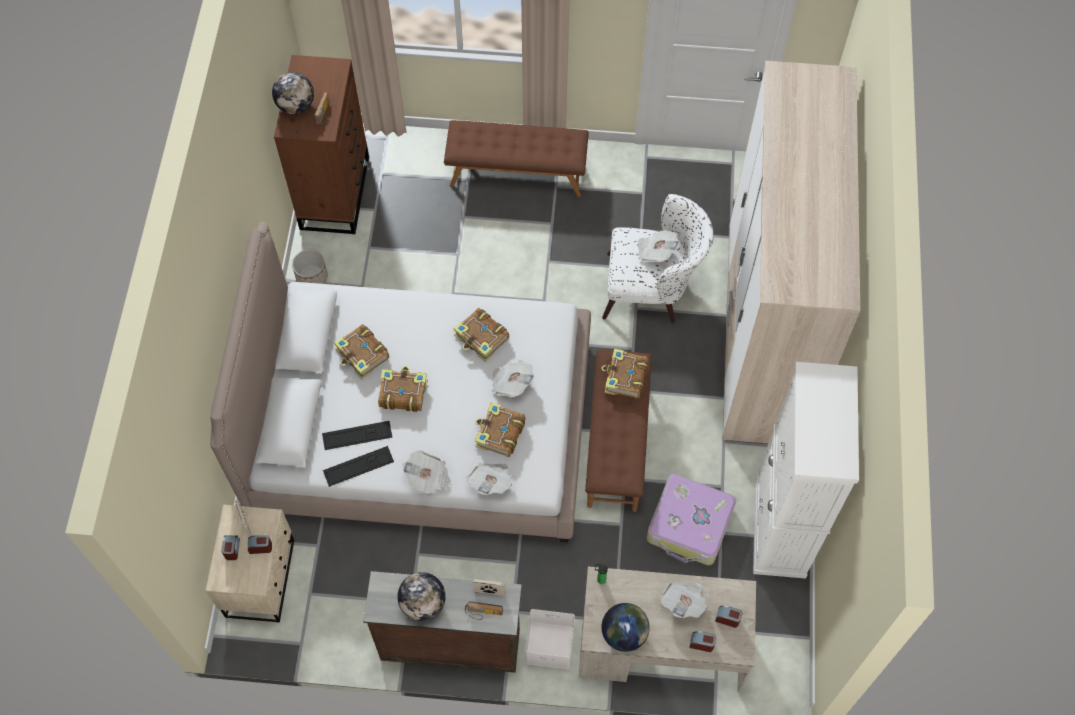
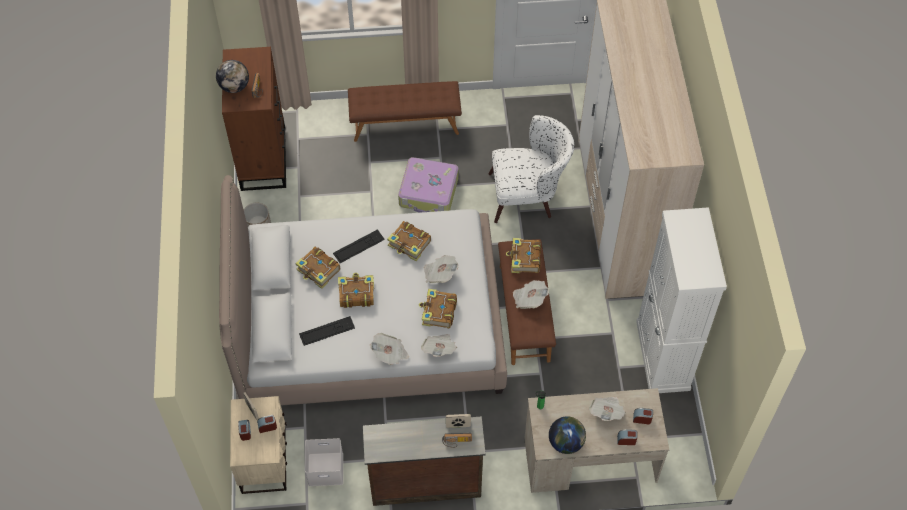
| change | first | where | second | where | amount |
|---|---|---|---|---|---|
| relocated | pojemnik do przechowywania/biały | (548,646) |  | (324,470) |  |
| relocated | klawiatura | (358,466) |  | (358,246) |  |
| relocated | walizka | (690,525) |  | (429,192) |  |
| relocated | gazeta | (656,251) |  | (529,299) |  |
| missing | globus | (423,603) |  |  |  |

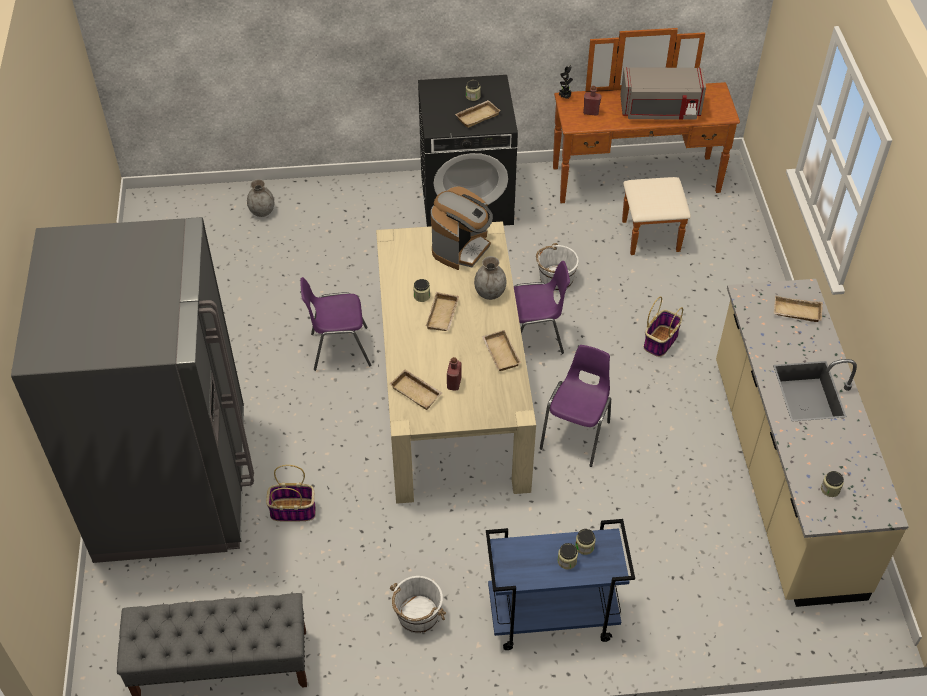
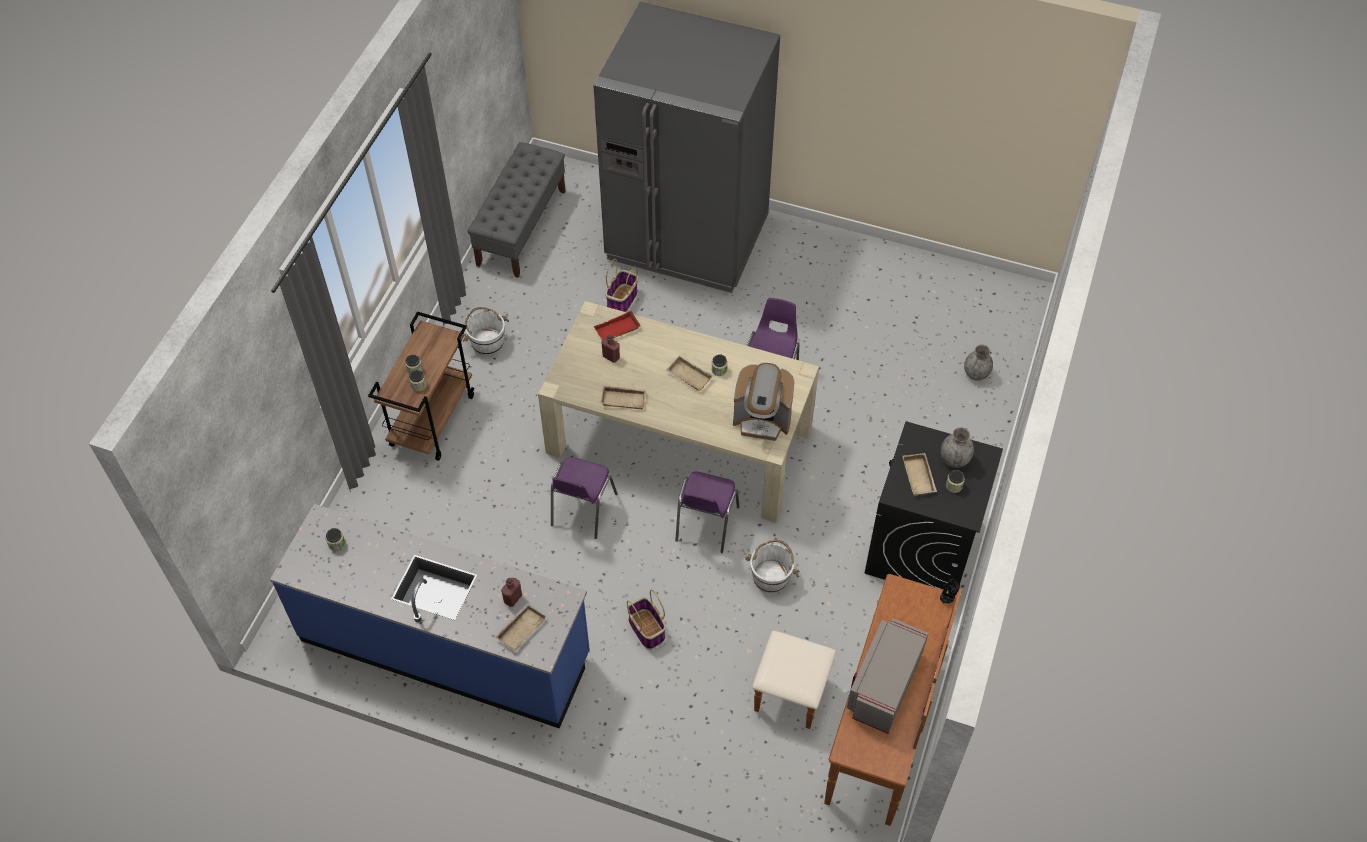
| change | first | where | second | where | amount |
|---|---|---|---|---|---|
| colour | zabudowa kuchenna/beżowy | (783,476) | zabudowa kuchenna/niebieski | (445,647) |  |
| colour | wózek/niebieski | (551,618) | wózek/brązowy | (432,419) |  |
| relocated | butelka/czerwony | (591,112) |  | (513,598) |  |
| spun | krzesło/fioletowy | (577,434) |  | (582,511) | 60 degrees clockwise |
| colour | taca/beżowy | (417,392) | taca/czerwony | (617,330) |  |
| spun | ekspres do kawy | (461,248) |  | (762,419) | 45 degrees counterclockwise |
| relocated | wazon/szary | (490,293) |  | (954,459) |  |

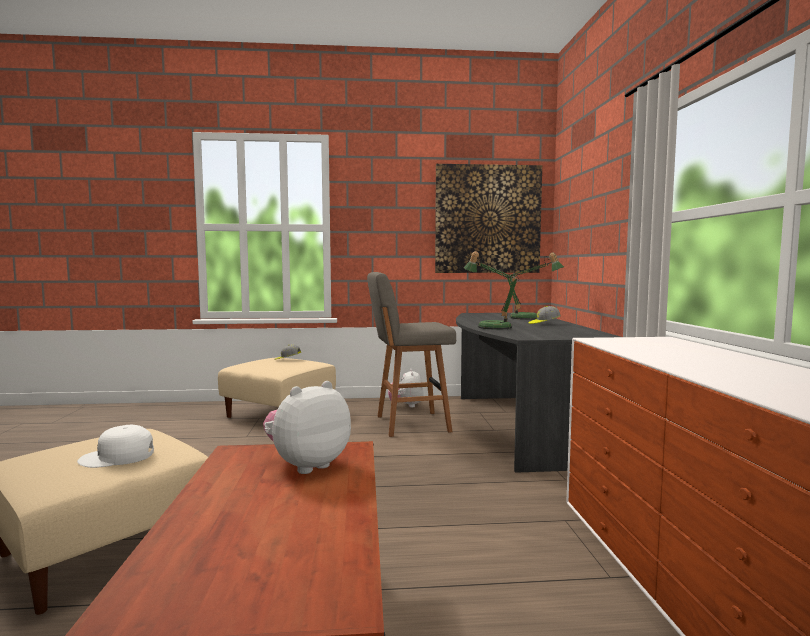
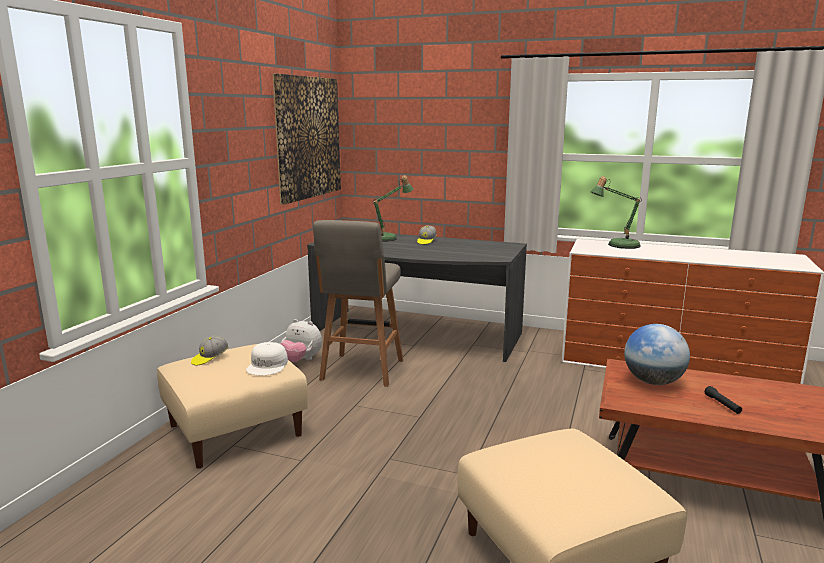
| change | first | where | second | where | amount |
|---|---|---|---|---|---|
| relocated | czapka z daszkiem/biały | (118,457) |  | (268,365) |  |
| relocated | lampa stołowa | (490,326) |  | (618,245) |  |
| exchanged | pluszak | (307,465) | globus | (653,382) |  |
| appeared |  |  | latarka/czarny | (722,405) |  |

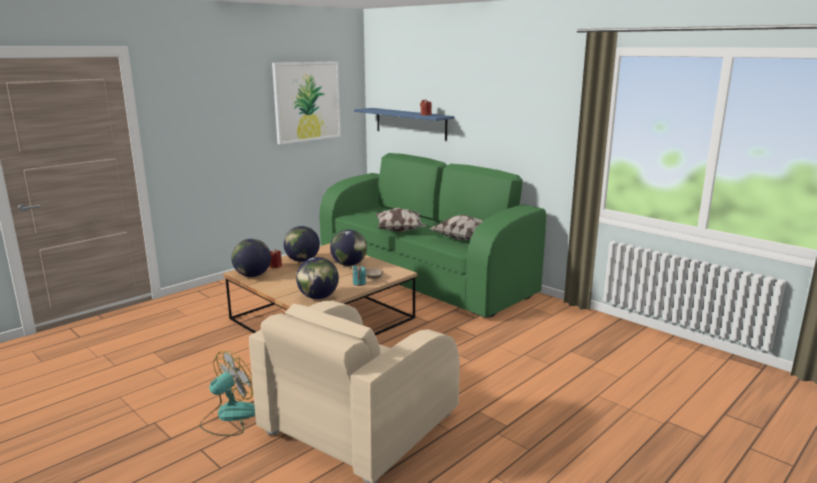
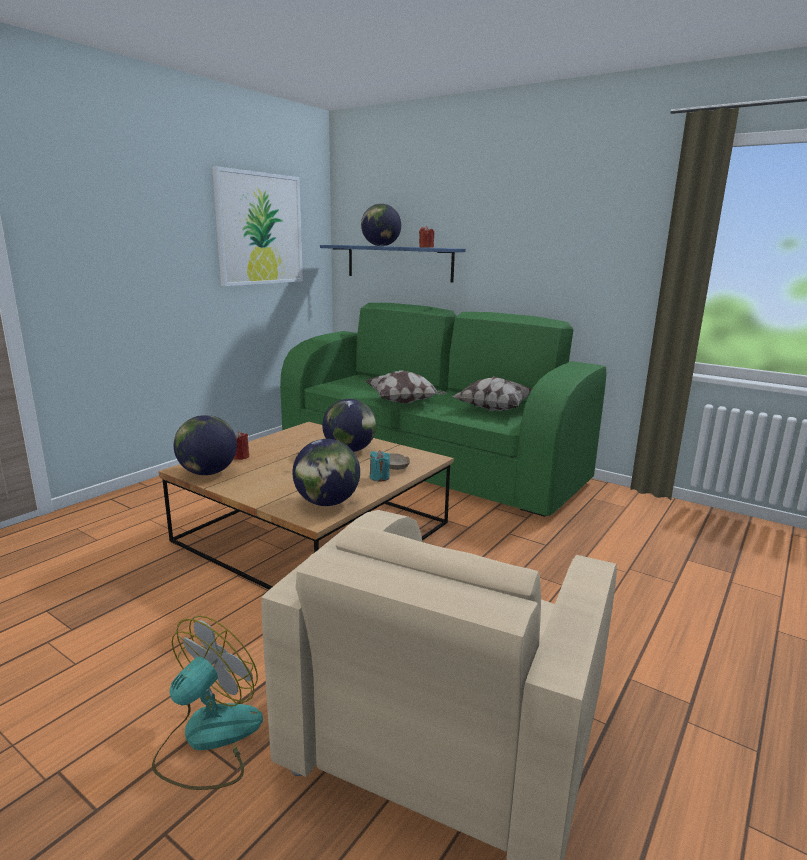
| change | first | where | second | where | amount |
|---|---|---|---|---|---|
| relocated | globus | (302,260) |  | (380,246) |  |

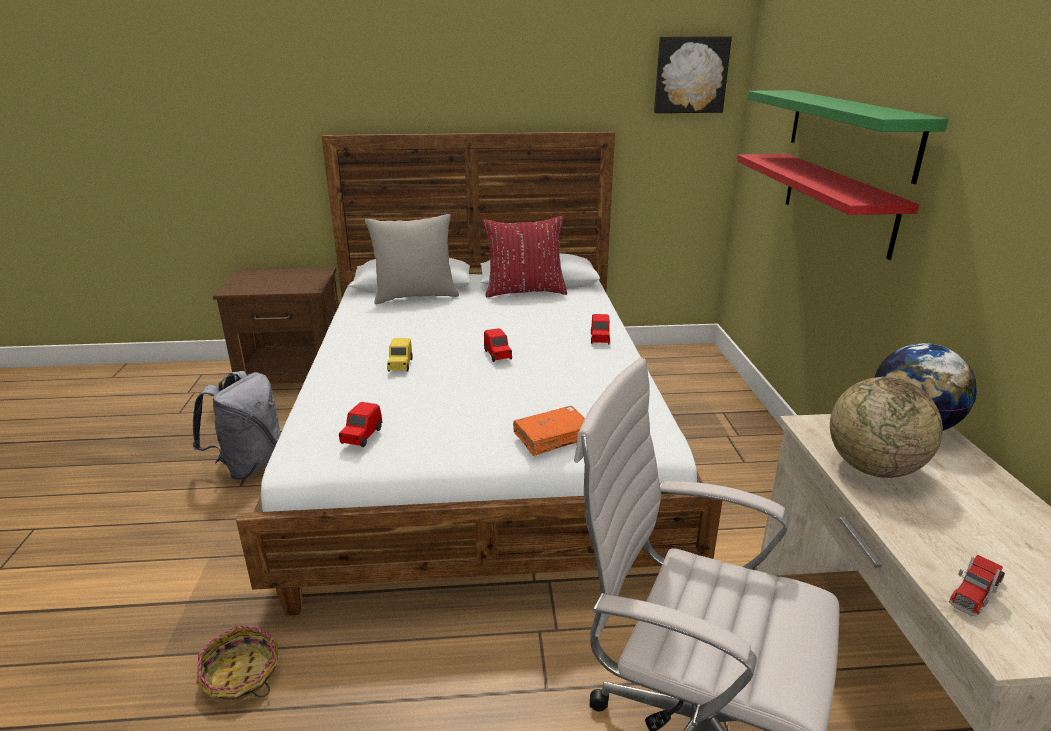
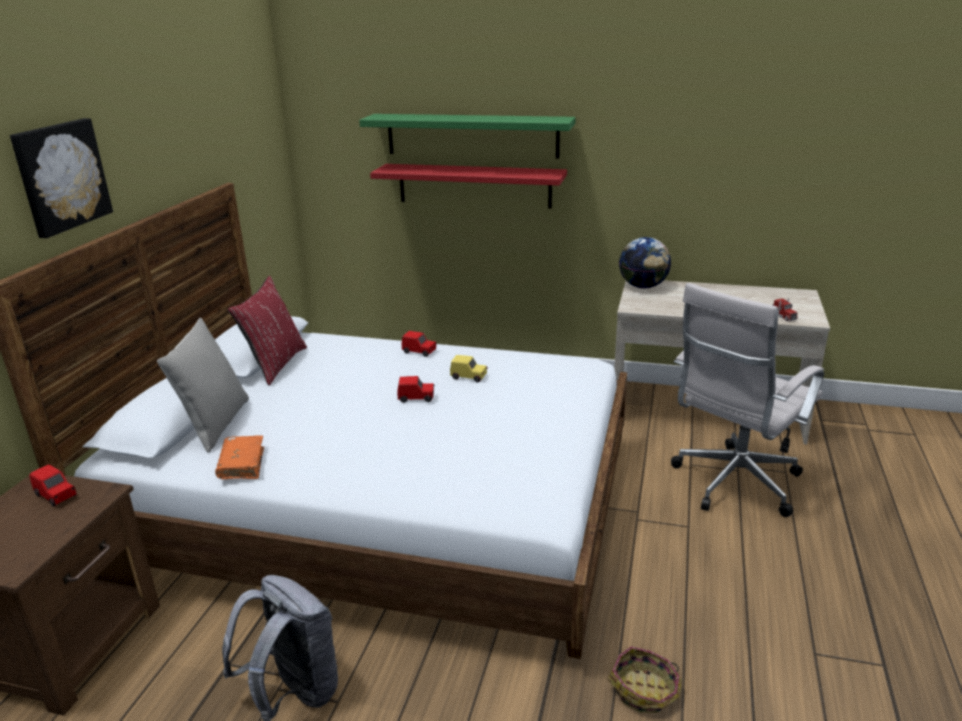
| change | first | where | second | where | amount |
|---|---|---|---|---|---|
| relocated | obraz | (690,75) |  | (61,176) |  |
| relocated | samochodzik/czerwony | (361,436) |  | (56,496) |  |
| relocated | książka/pomarańczowy | (552,437) |  | (242,464) |  |
| relocated | samochodzik/żółty | (400,365) |  | (469,377) |  |
| missing | globus | (873,468) |  |  |  |

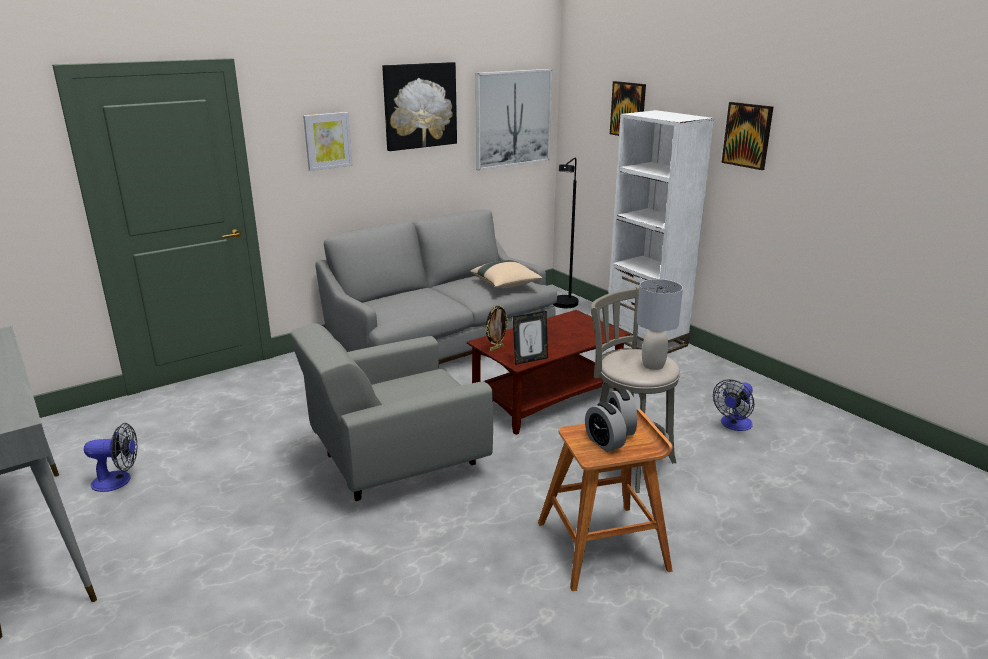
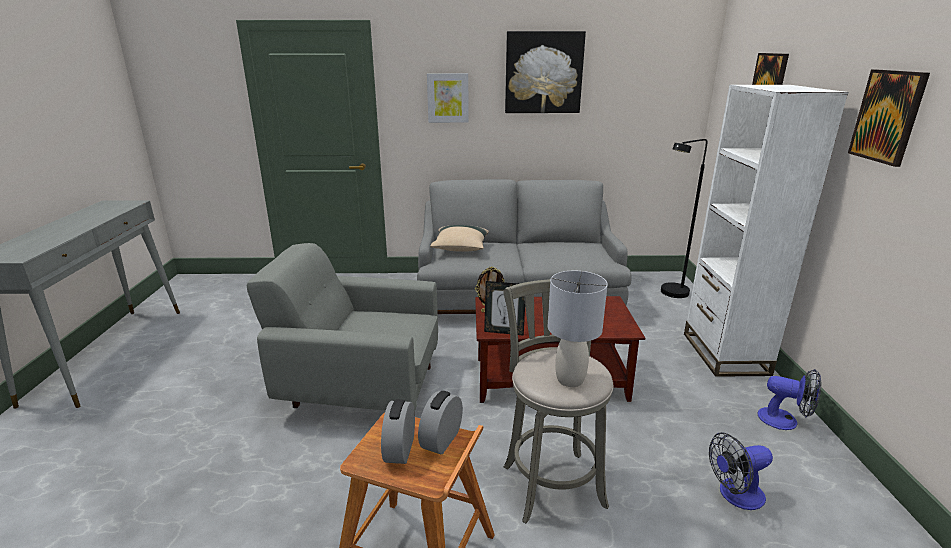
| change | first | where | second | where | amount |
|---|---|---|---|---|---|
| relocated | poduszka/beżowy | (506,285) |  | (460,249) |  |
| relocated | wentylator | (118,481) |  | (785,420) |  |
| missing | obraz | (513,118) |  |  |  |

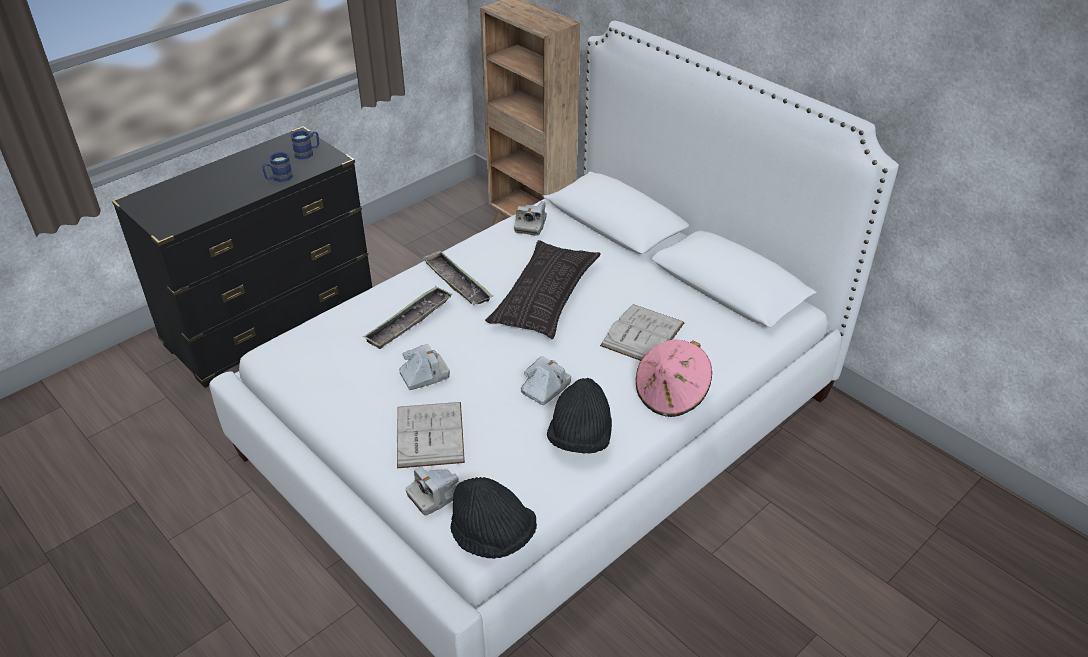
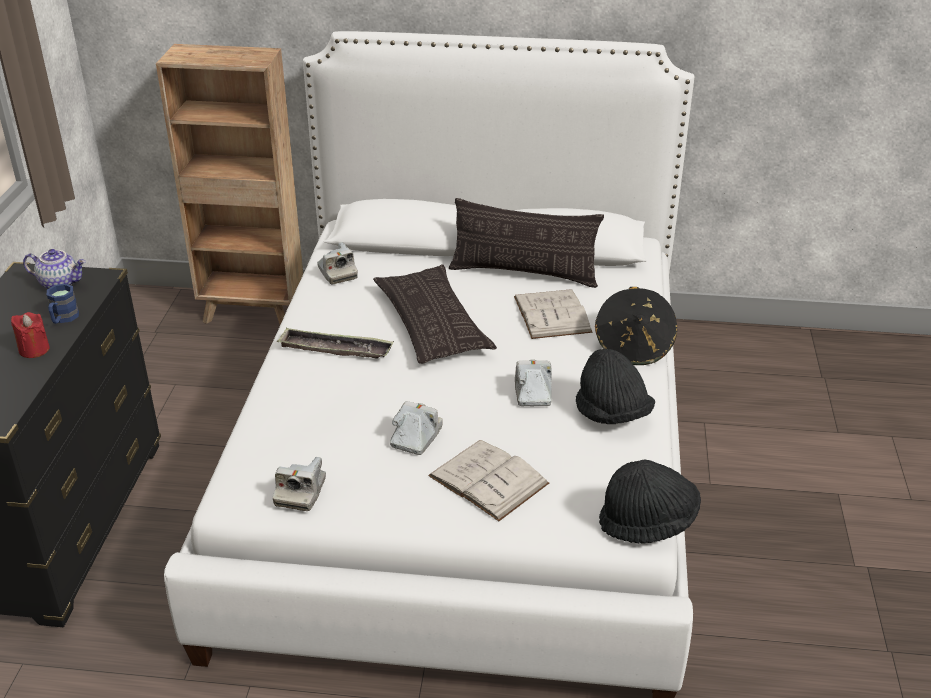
| change | first | where | second | where | amount |
|---|---|---|---|---|---|
| appeared |  |  | świeca/czerwony | (34,349) |  |
| exchanged | kubek/niebieski | (307,153) | imbryk | (60,283) |  |
| relocated | aparat fotograficzny | (436,495) |  | (300,492) |  |
| appeared |  |  | poduszka | (524,273) |  |
| colour | kapelusz/różowy | (671,395) | kapelusz/czarny | (634,347) |  |
| missing | taca | (409,321) |  |  |  |

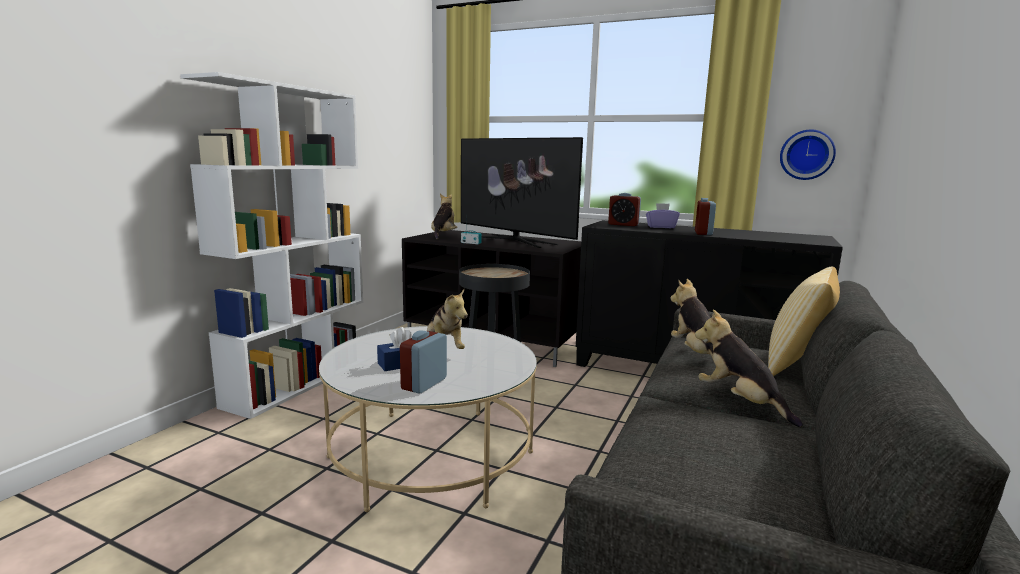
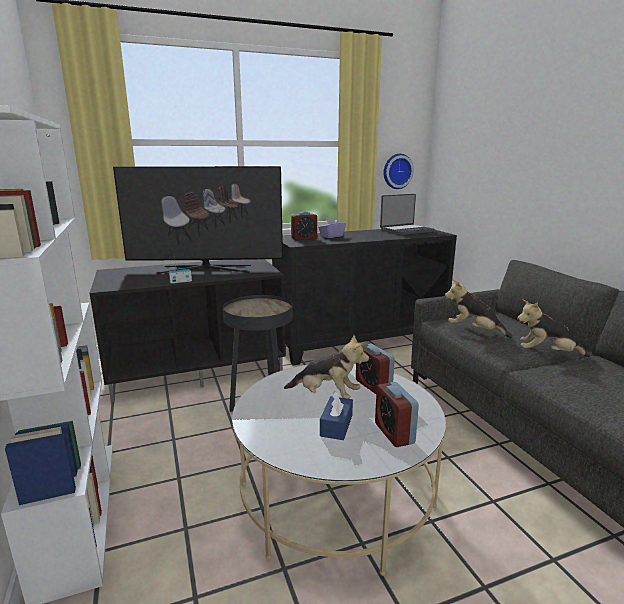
| change | first | where | second | where | amount |
|---|---|---|---|---|---|
| relocated | budzik | (703,233) |  | (373,386) |  |
| appeared |  |  | laptop | (406,230) |  |
| missing | pluszak | (443,235) |  |  |  |
| missing | poduszka | (796,366) |  |  |  |

